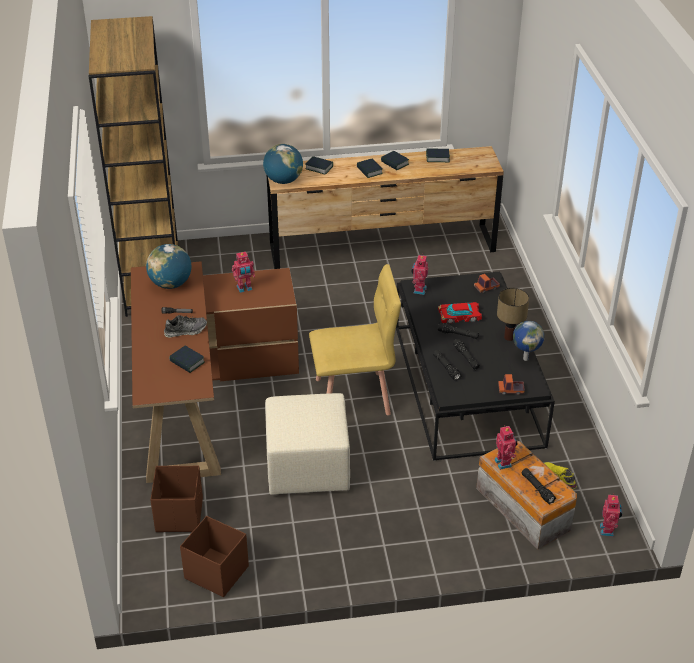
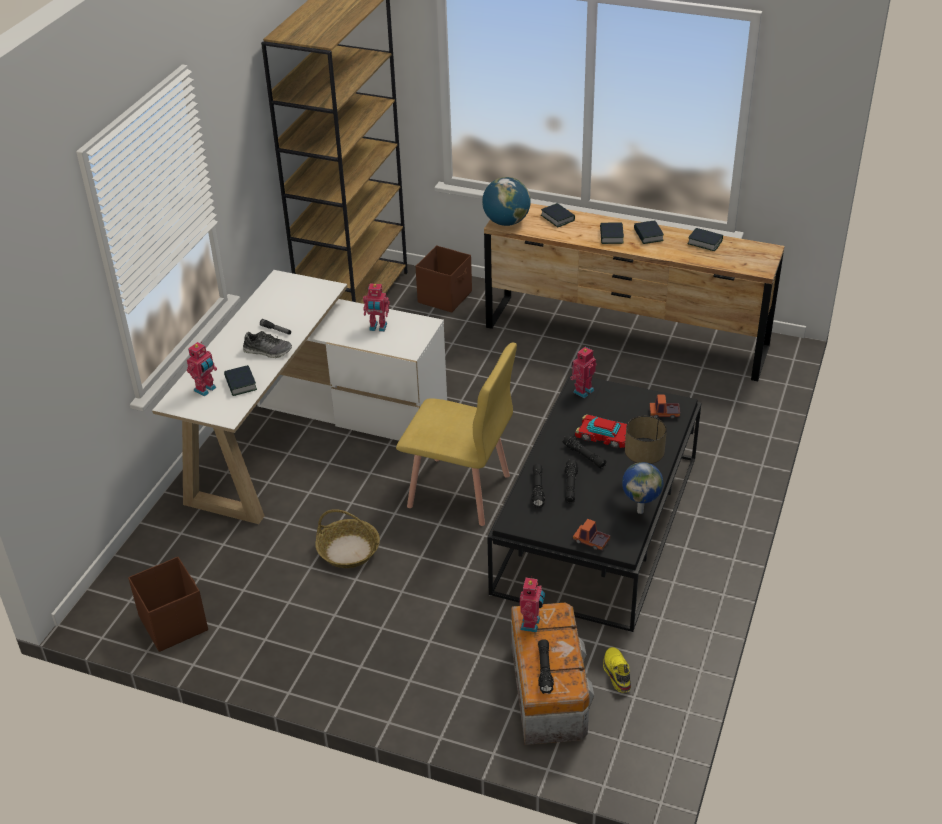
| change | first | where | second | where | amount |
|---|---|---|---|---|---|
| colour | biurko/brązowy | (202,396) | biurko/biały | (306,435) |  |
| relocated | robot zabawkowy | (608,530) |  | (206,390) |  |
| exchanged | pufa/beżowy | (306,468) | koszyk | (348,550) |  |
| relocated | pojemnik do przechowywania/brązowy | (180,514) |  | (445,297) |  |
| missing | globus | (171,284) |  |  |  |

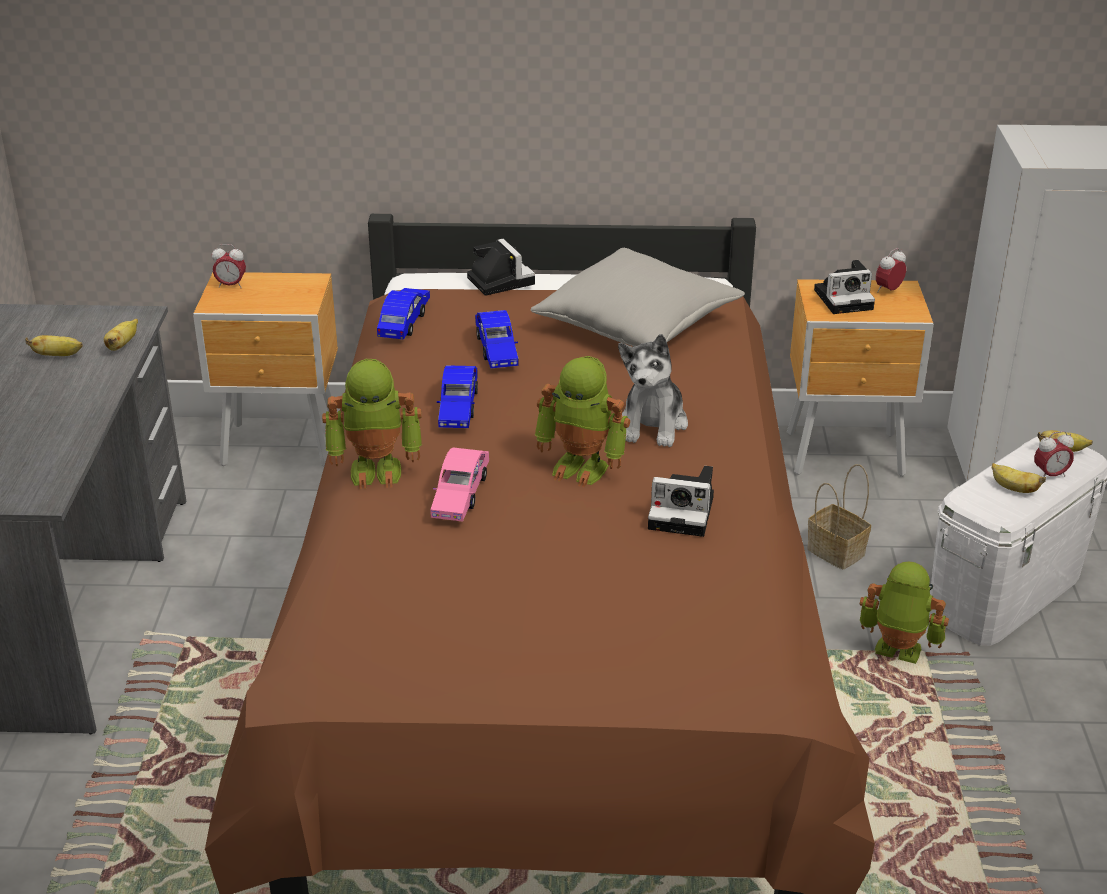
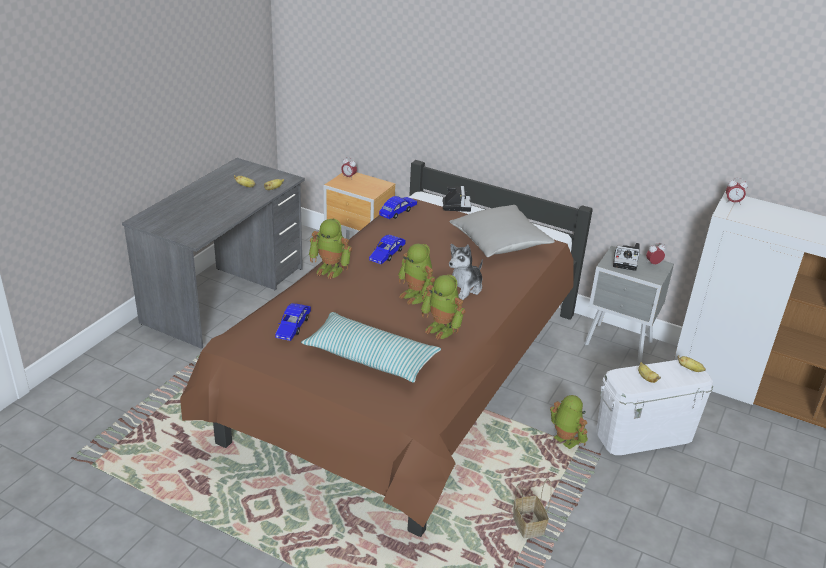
| change | first | where | second | where | amount |
|---|---|---|---|---|---|
| relocated | samochodzik/niebieski | (496,349) |  | (293,327) |  |
| appeared |  |  | poduszka | (370,357) |  |
| exchanged | aparat fotograficzny | (684,512) | robot zabawkowy | (442,329) |  |
| relocated | koszyk | (833,551) |  | (527,525) |  |
| colour | szafka nocna/brązowy | (847,456) | szafka nocna/szary | (619,345) |  |
| relocated | budzik | (1050,475) |  | (732,202) |  |
| missing | samochodzik/różowy | (461,494) |  |  |  |

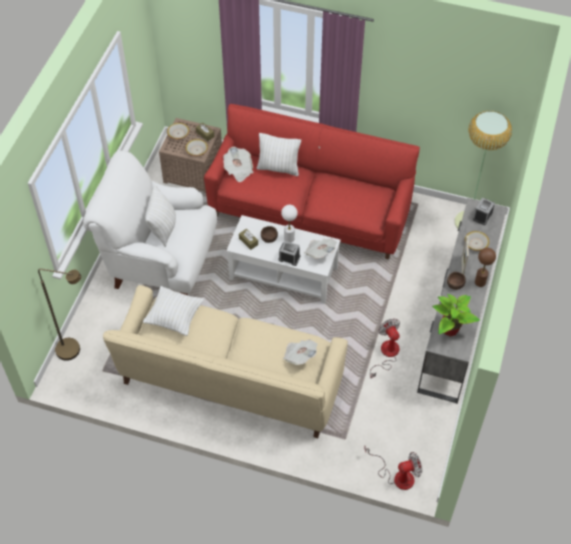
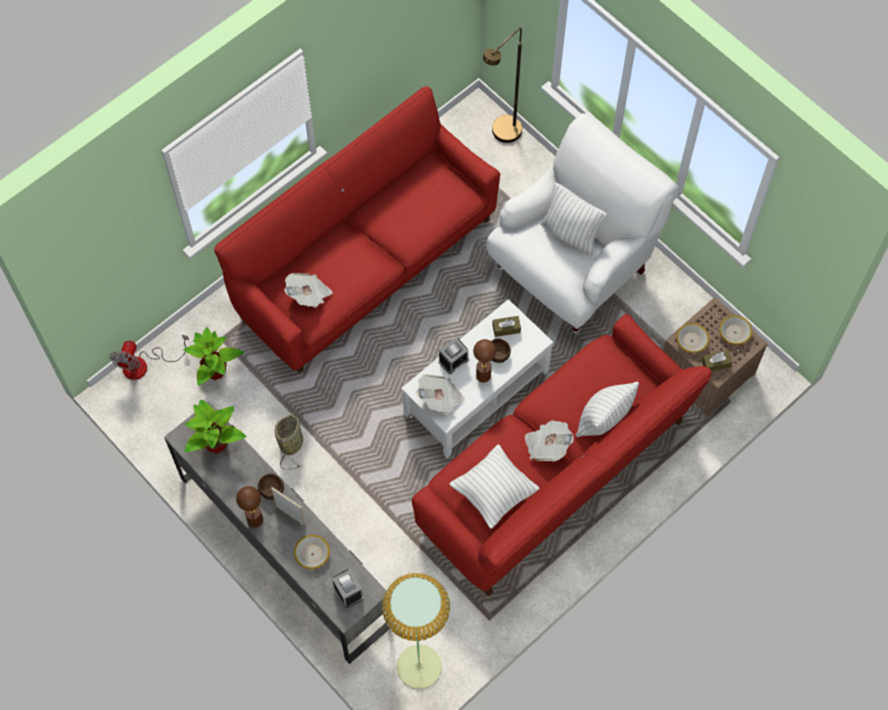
| change | first | where | second | where | amount |
|---|---|---|---|---|---|
| appeared |  |  | roślina doniczkowa | (216,371) |  |
| colour | kanapa/beżowy | (230,380) | kanapa/czerwony | (366,265) |  |
| exchanged | wentylator | (386,354) | koszyk | (292,442) |  |
| relocated | poduszka/biały | (174,317) |  | (494,492) |  |
| colour | lampa stołowa/biały | (289,238) | lampa stołowa/brązowy | (483,376) |  |
| relocated | gazeta | (238,170) |  | (547,445) |  |

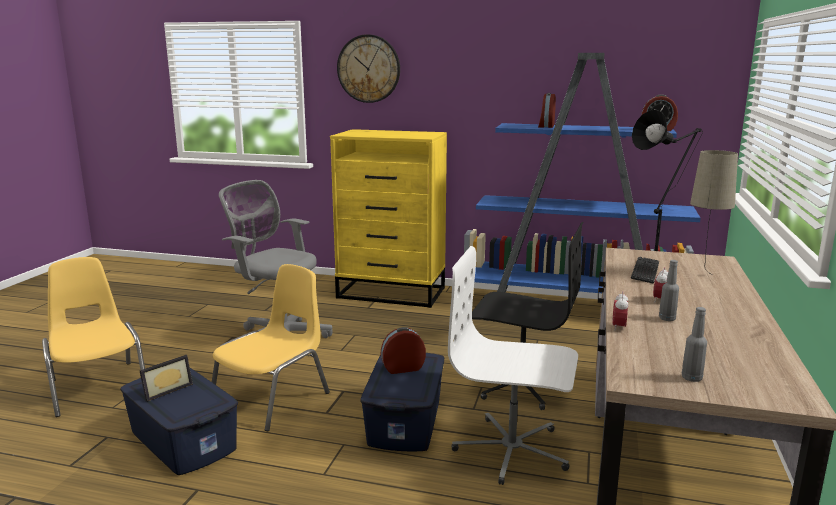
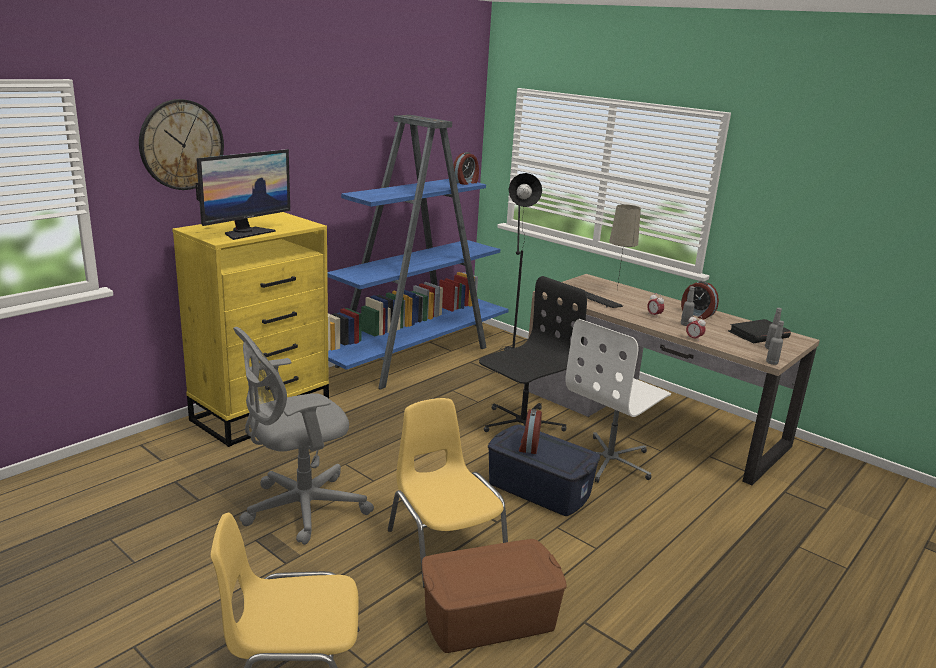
| change | first | where | second | where | amount |
|---|---|---|---|---|---|
| appeared |  |  | monitor | (246,233) |  |
| colour | pojemnik do przechowywania/niebieski | (183,440) | pojemnik do przechowywania/brązowy | (488,617) |  |
| relocated | budzik | (546,126) |  | (696,314) |  |
| appeared |  |  | książka/czarny | (758,334) |  |
| appeared |  |  | butelka/szary | (772,363) |  |
| missing | ramka na zdjęcie | (166,390) |  |  |  |

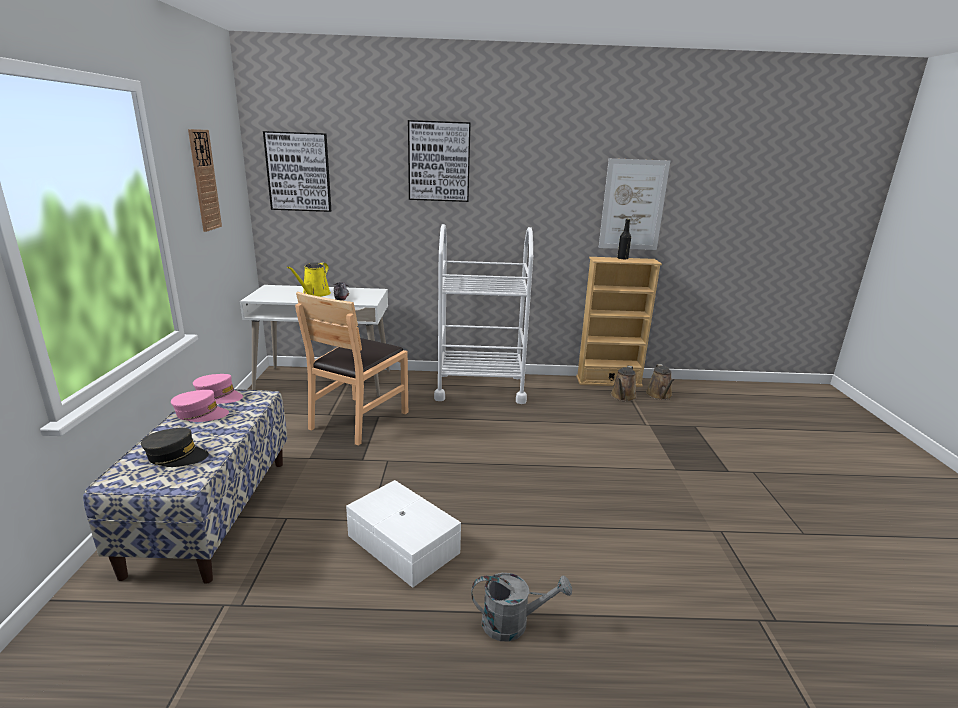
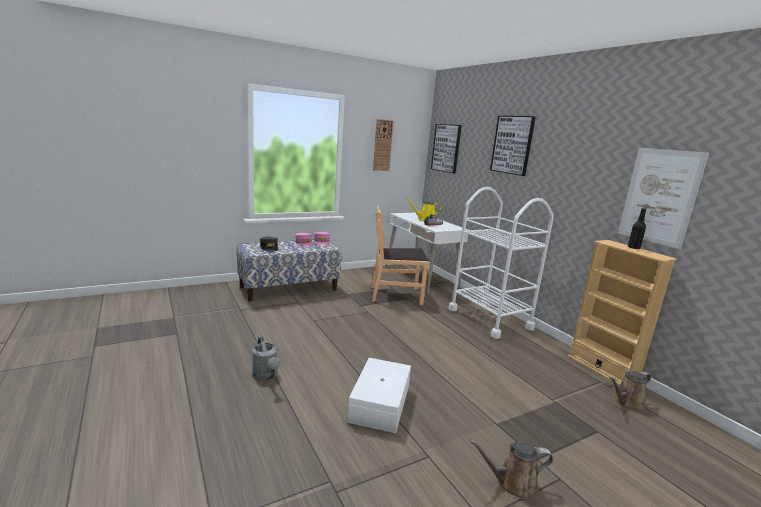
| change | first | where | second | where | amount |
|---|---|---|---|---|---|
| relocated | pojemnik do przechowywania/biały | (402,545) |  | (378,404) |  |
| relocated | konewka/brązowy | (622,397) |  | (512,483) |  |

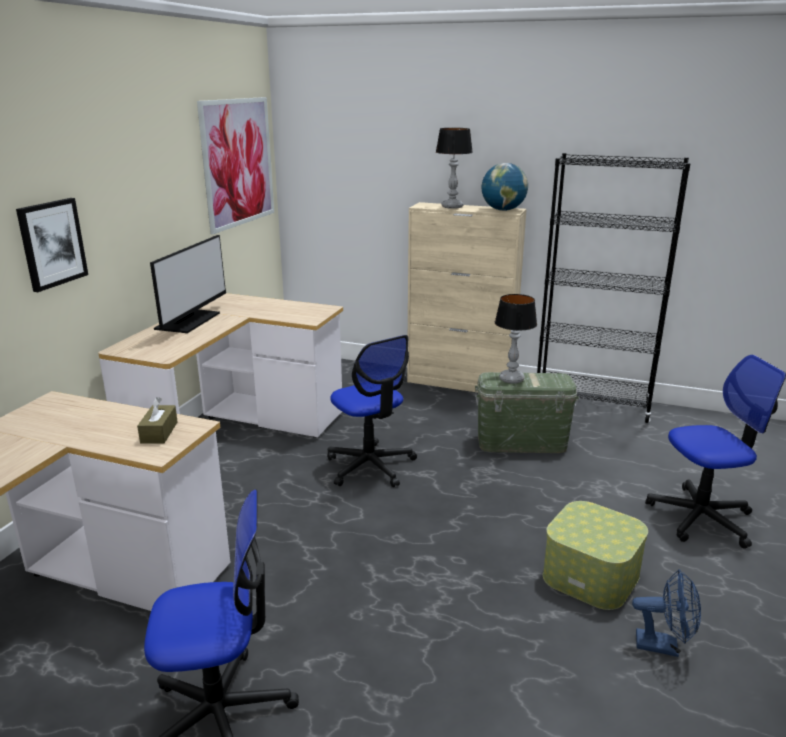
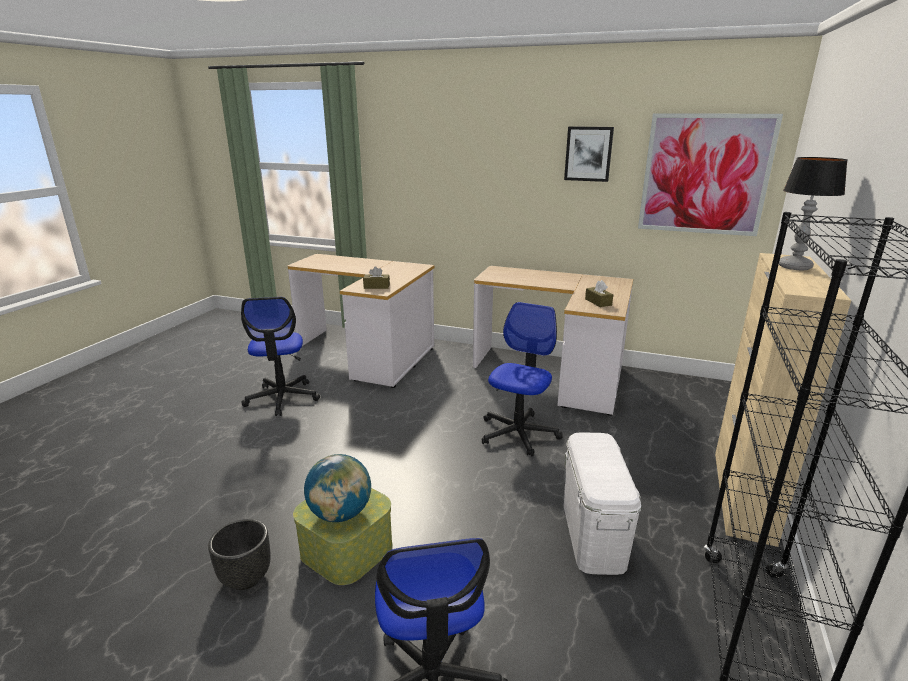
| change | first | where | second | where | amount |
|---|---|---|---|---|---|
| exchanged | wentylator/niebieski | (664,646) | donica/czarny | (247,577) |  |
| relocated | globus | (503,210) |  | (340,514) |  |
| spun | krzesło biurowe | (370,466) |  | (518,433) | 150 degrees clockwise |
| relocated | obraz | (52,243) |  | (588,154) |  |
| colour | pojemnik do przechowywania/zielony | (521,443) | pojemnik do przechowywania/biały | (593,533) |  |
| appeared |  |  | pudełko chusteczek/brązowy | (598,302) |  |
| missing | monitor | (189,321) |  |  |  |
| missing | lampa stołowa | (512,379) |  |  |  |

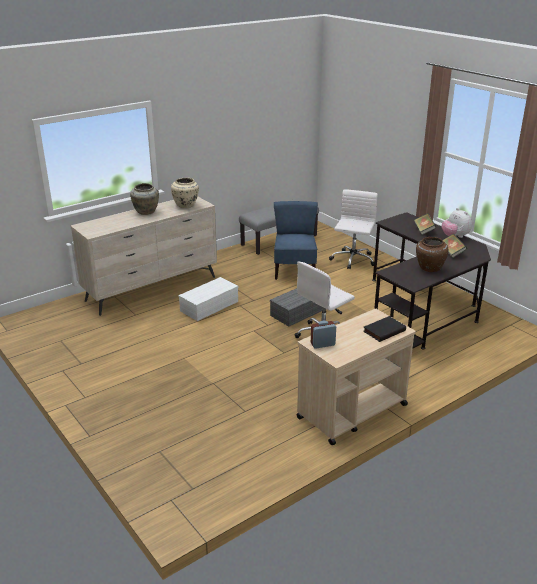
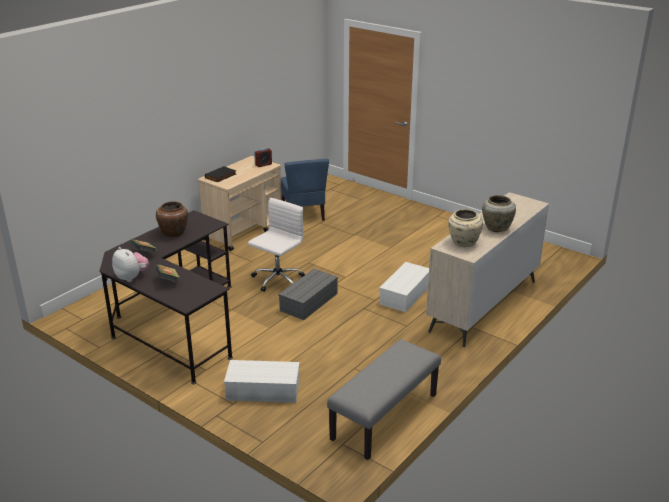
| change | first | where | second | where | amount |
|---|---|---|---|---|---|
| exchanged | krzesło biurowe/biały | (352,260) | pojemnik do przechowywania/biały | (262,391) |  |
| relocated | krzesło/niebieski | (294,271) |  | (304,214) |  |

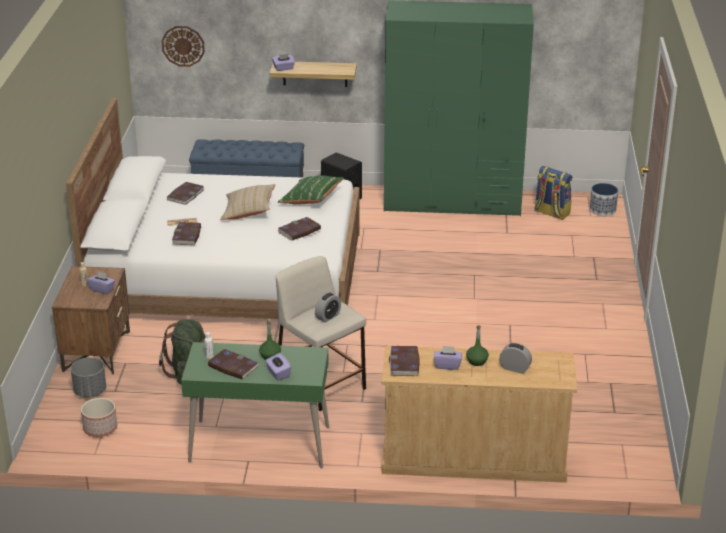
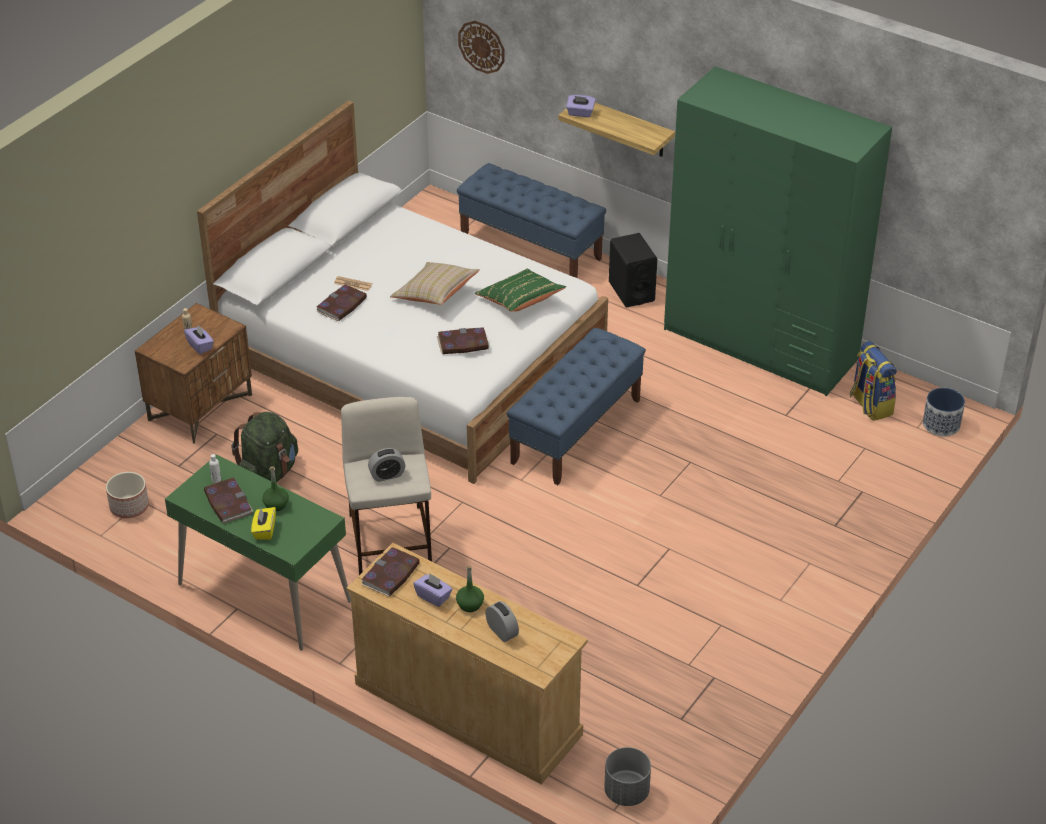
| change | first | where | second | where | amount |
|---|---|---|---|---|---|
| colour | pudełko chusteczek/fioletowy | (278,373) | pudełko chusteczek/żółty | (264,530) |  |
| appeared |  |  | ławka/niebieski | (576,431) |  |
| relocated | donica/szary | (90,391) |  | (626,792) |  |
| missing | książka | (185,195) |  |  |  |

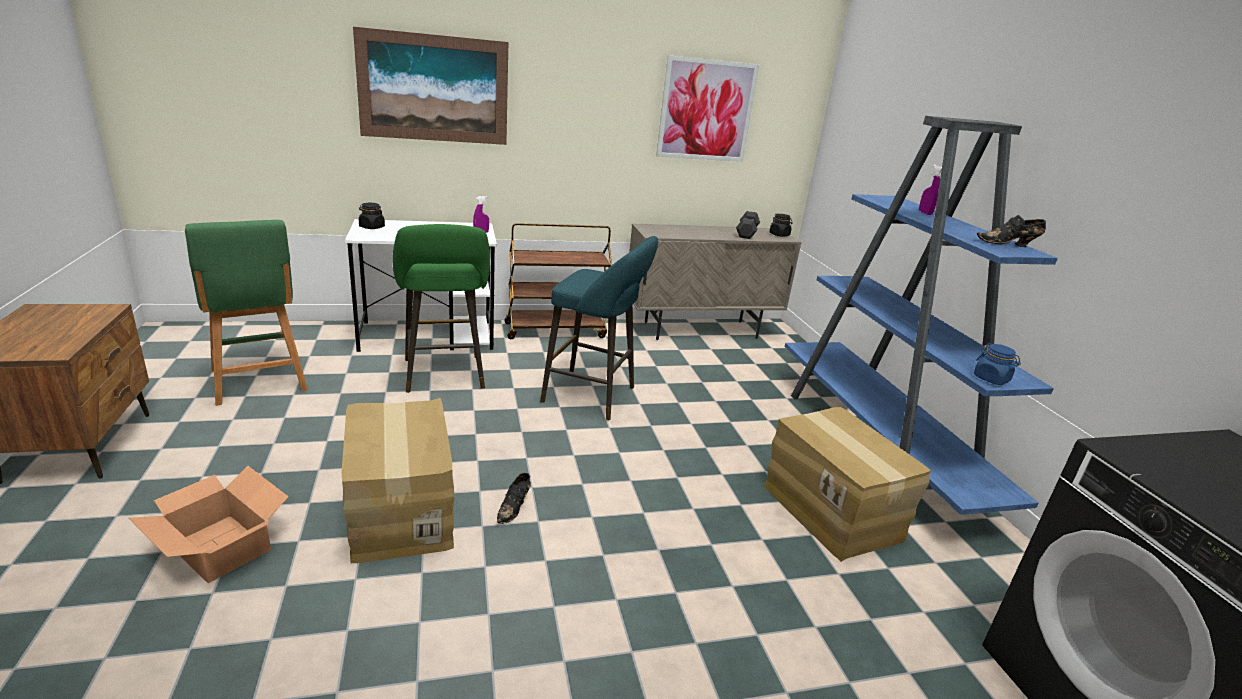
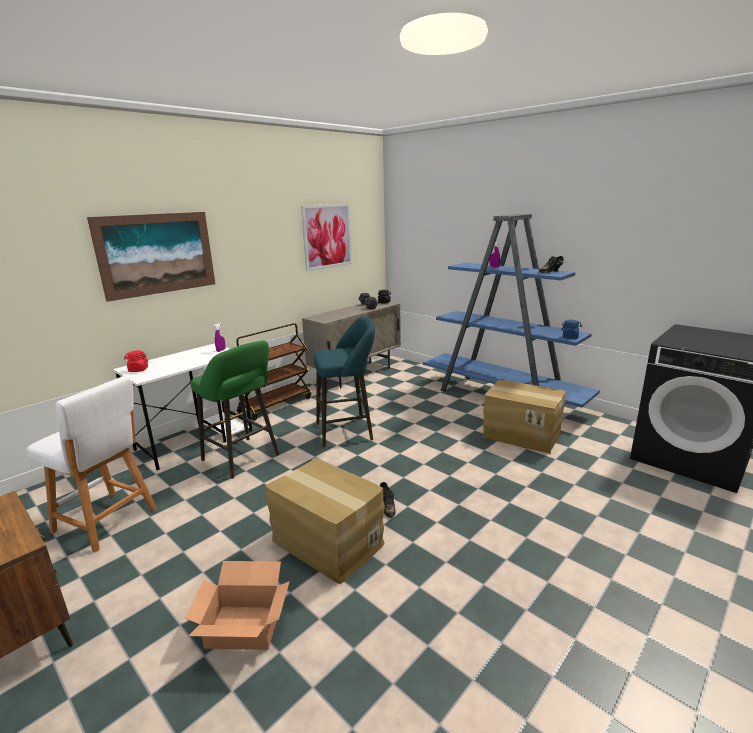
| change | first | where | second | where | amount |
|---|---|---|---|---|---|
| colour | stołek/zielony | (259,382) | stołek/biały | (108,522) |  |
| colour | słoik/czarny | (372,227) | słoik/czerwony | (138,370) |  |

